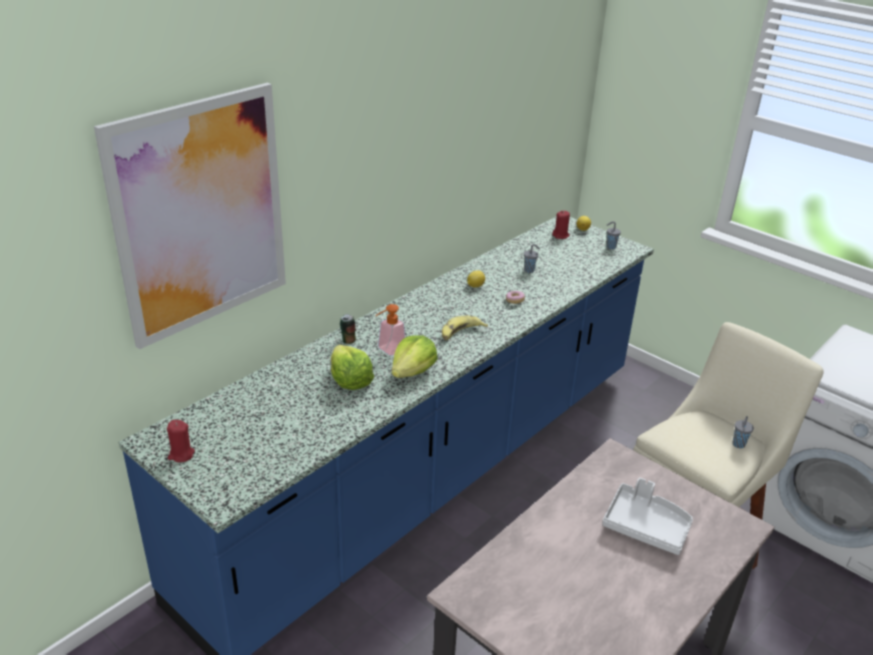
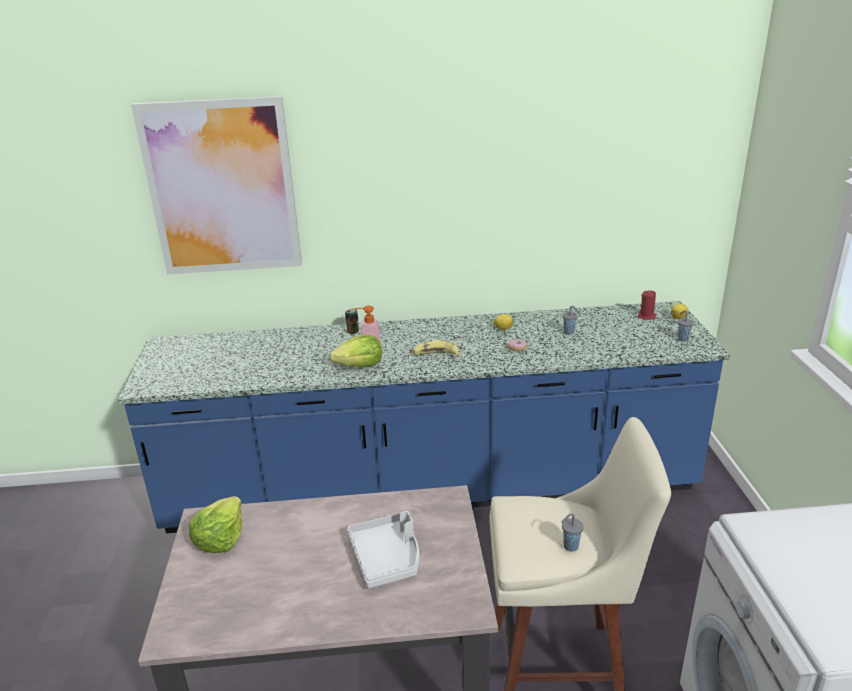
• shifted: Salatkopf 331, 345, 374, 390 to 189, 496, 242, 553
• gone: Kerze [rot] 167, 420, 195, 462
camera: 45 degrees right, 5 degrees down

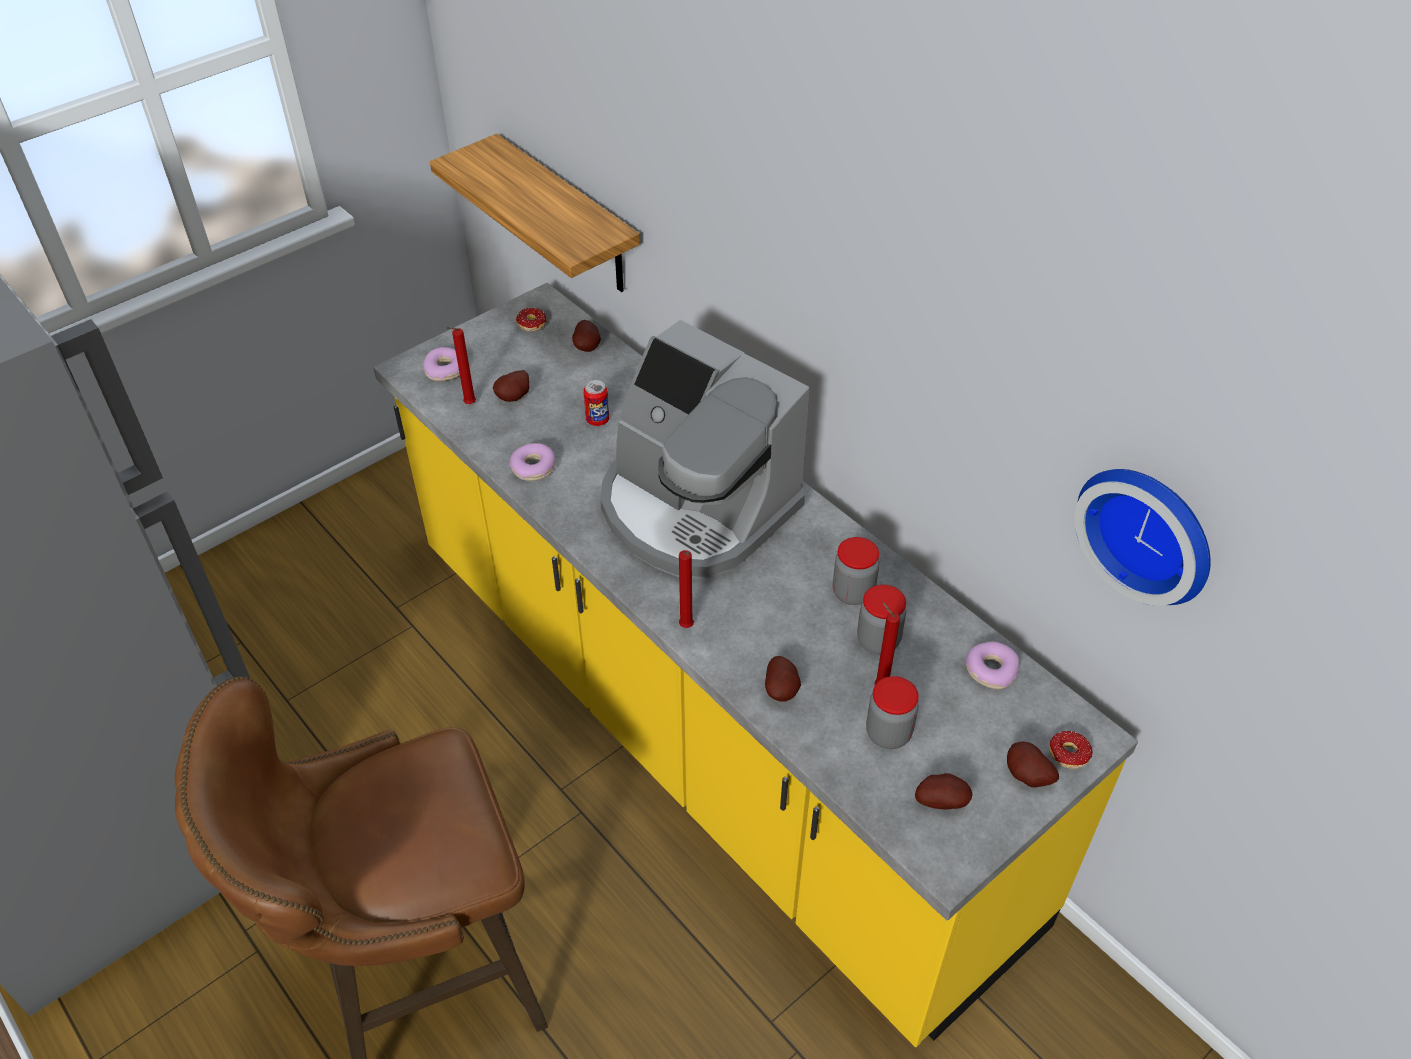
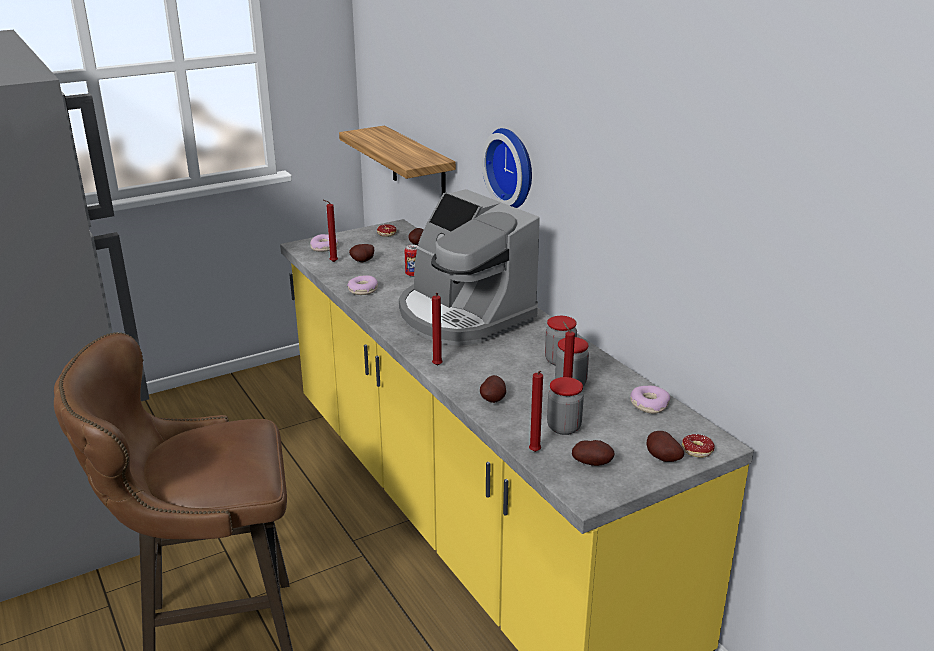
• shifted: Wanduhr 1074, 469, 1211, 606 to 482, 128, 532, 208
• new: Kerze [rot] 529, 371, 543, 452
camera: 10 degrees right, 20 degrees down

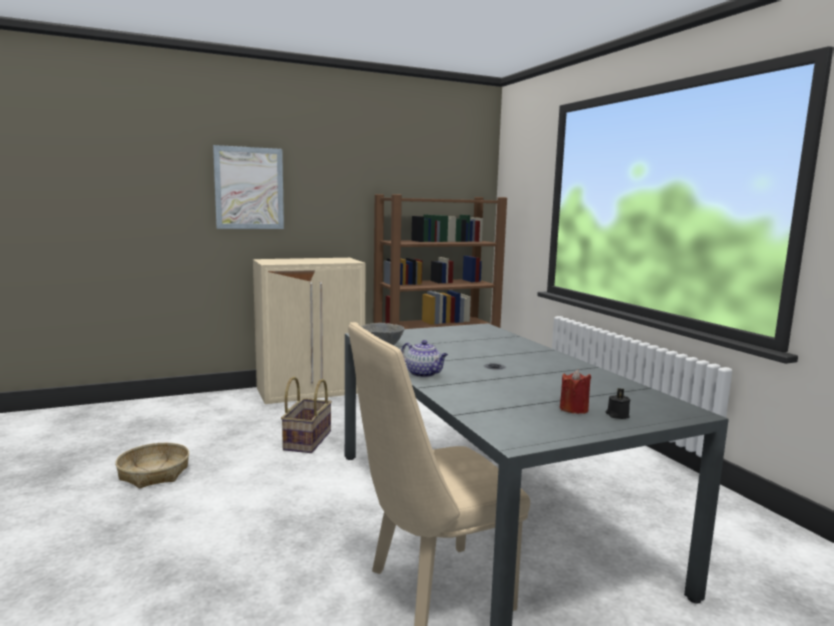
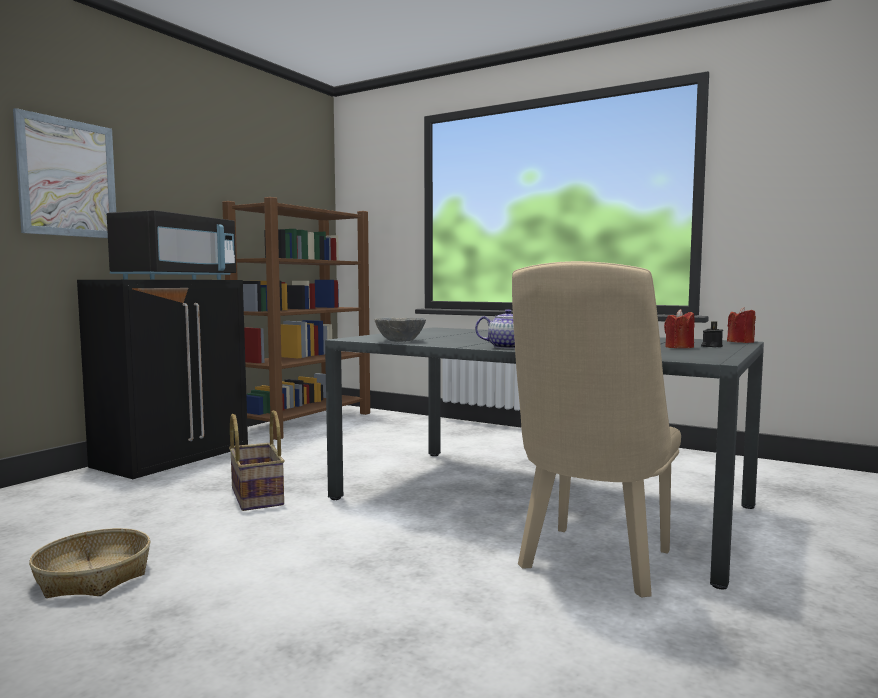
• repainted: Schrank [beige] 253, 258, 366, 404 to Schrank [schwarz] 77, 280, 248, 479
• new: Mikrowelle [schwarz] 107, 210, 236, 280
• new: Kerze [rot] 727, 307, 756, 343
camera: 35 degrees left, 5 degrees down

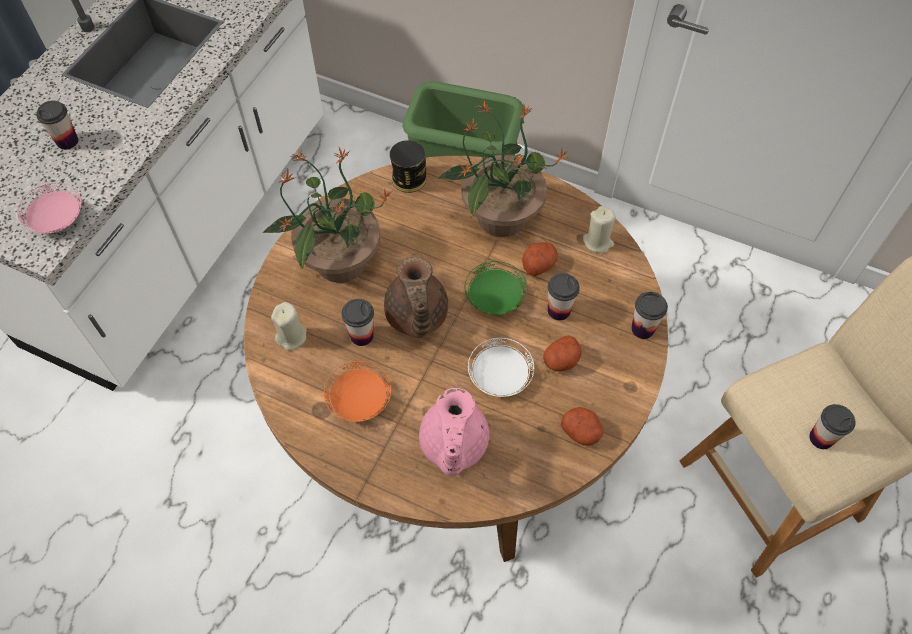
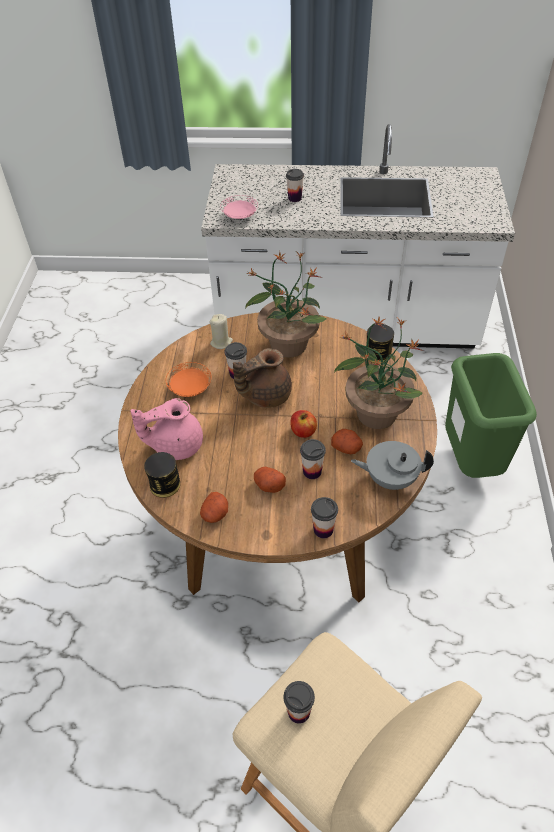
• swapped: Kerze [beige] 583, 206, 616, 253 to Teekanne [grau] 351, 441, 434, 490
• swapped: Teller [grün] 464, 261, 528, 315 to Apfel 290, 410, 317, 438
• gone: Teller [weiß] 468, 338, 534, 397
• new: Dose 144, 452, 180, 498
camera: 70 degrees right, 10 degrees down

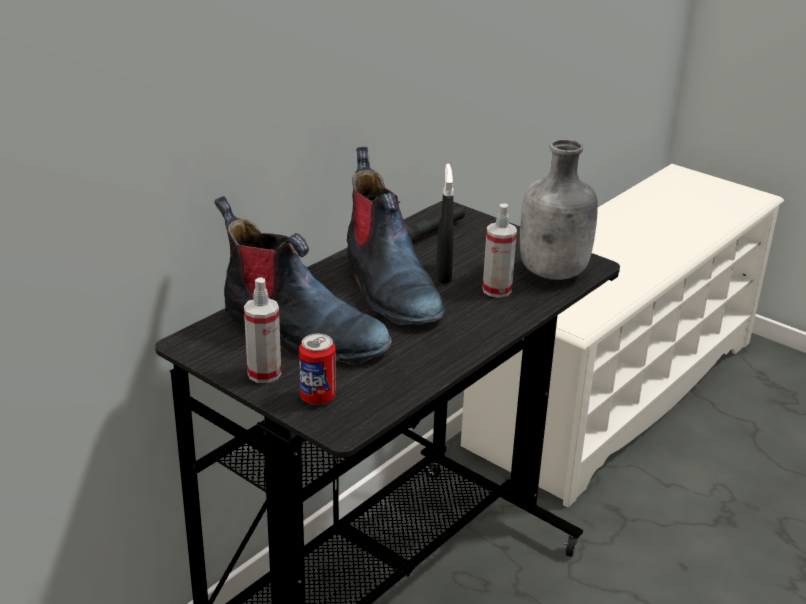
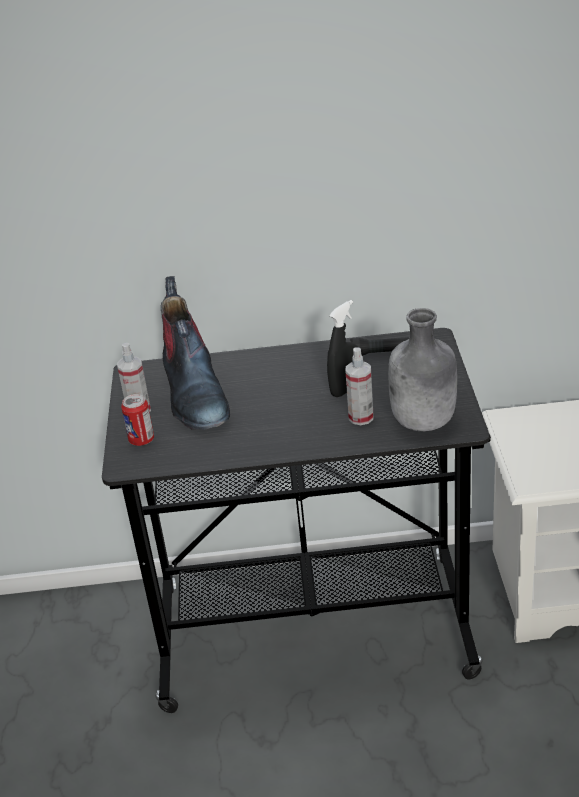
• gone: Stiefel 347, 147, 445, 325
camera: 50 degrees right, 5 degrees up

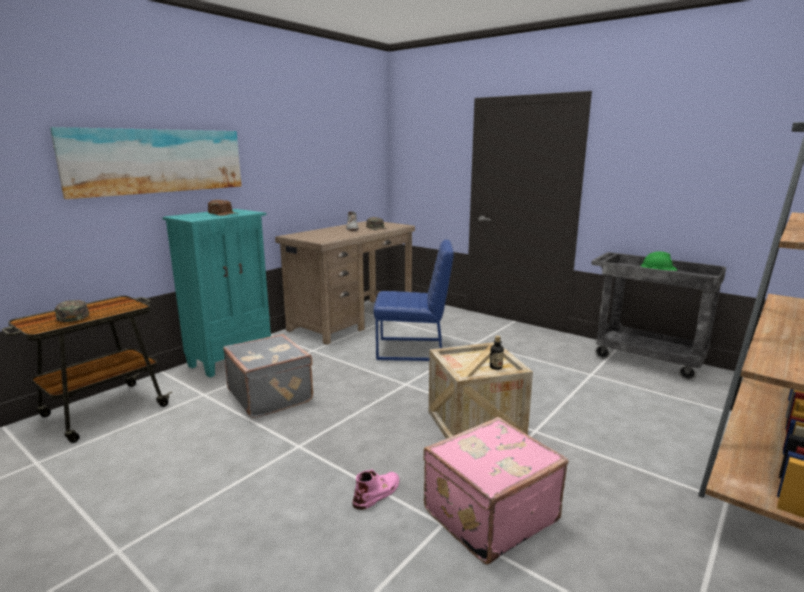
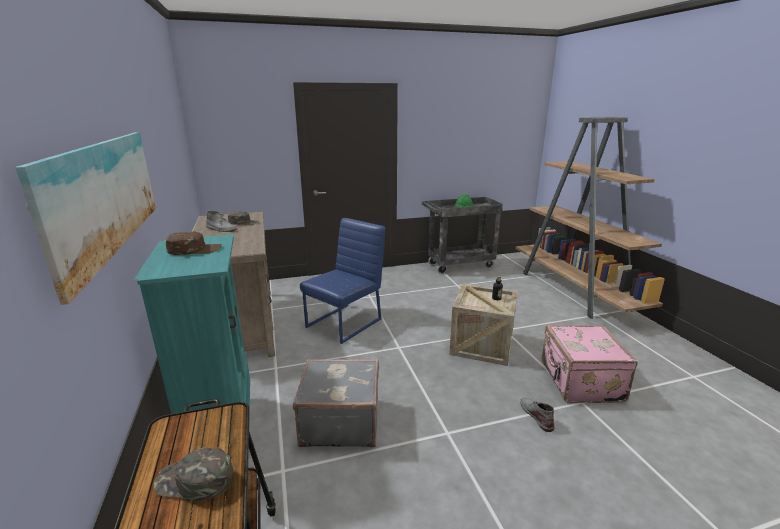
• repainted: Stiefel [rosa] 352, 469, 400, 510 to Stiefel [grau] 520, 397, 555, 432
camera: 55 degrees left, 5 degrees up

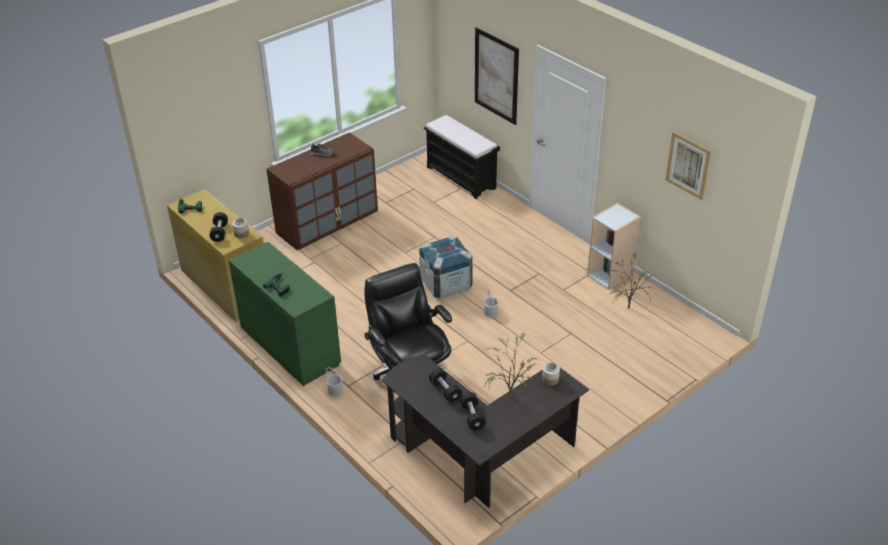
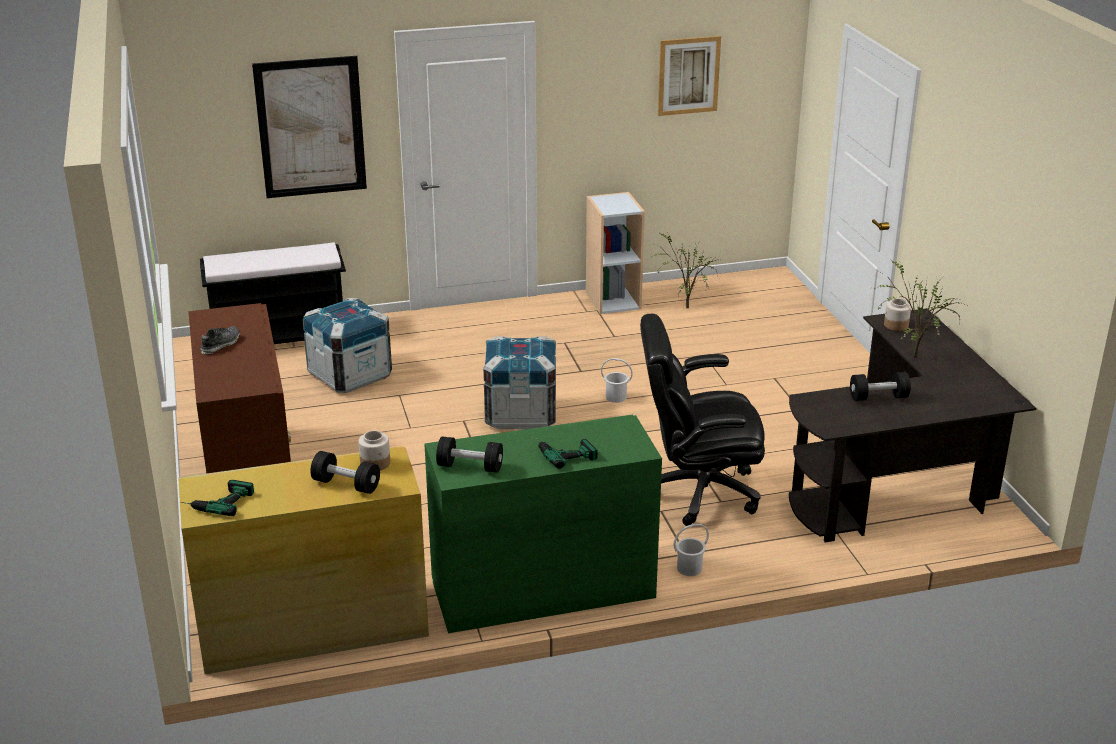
• shifted: Hantel [schwarz] 460, 392, 486, 430 to 436, 436, 503, 473
• new: Kiste 302, 298, 392, 393
camera: 65 degrees left, 10 degrees down

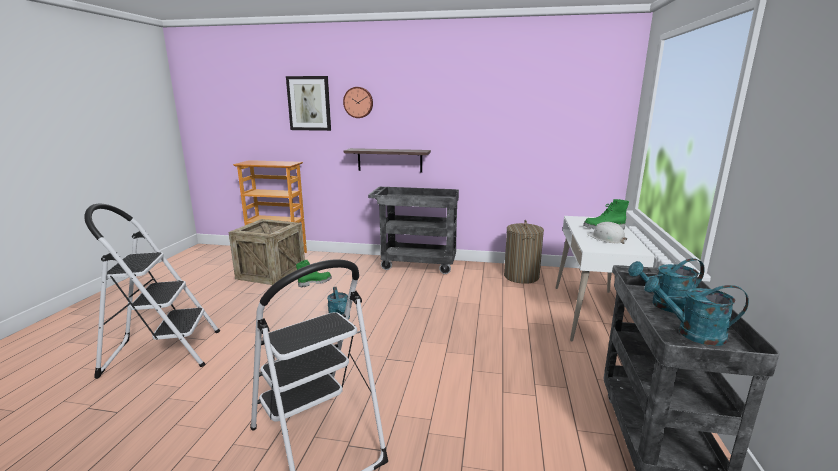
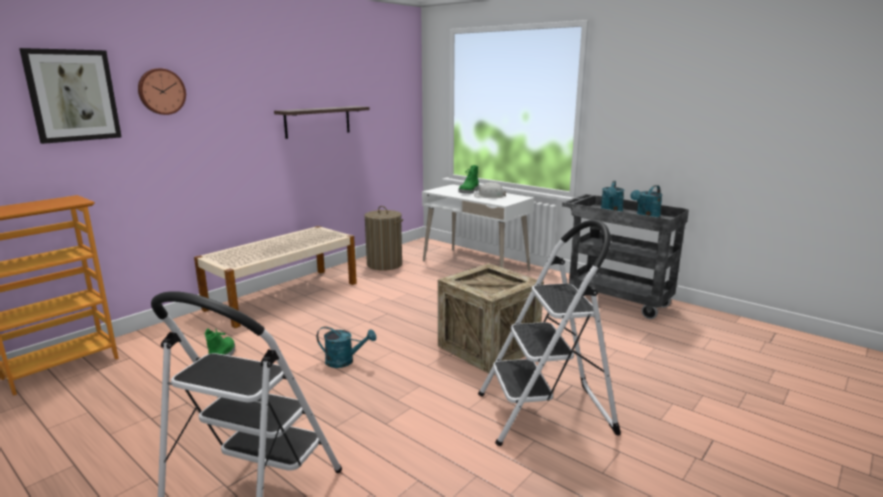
• shifted: Wandregal 344, 148, 431, 173 to 274, 106, 370, 139
• swapped: Rollwagen [schwarz] 368, 187, 459, 274 to Bank [beige] 194, 226, 357, 328
• shifted: Kiste 229, 219, 305, 285 to 438, 263, 544, 374
camera: 60 degrees left, 0 degrees up

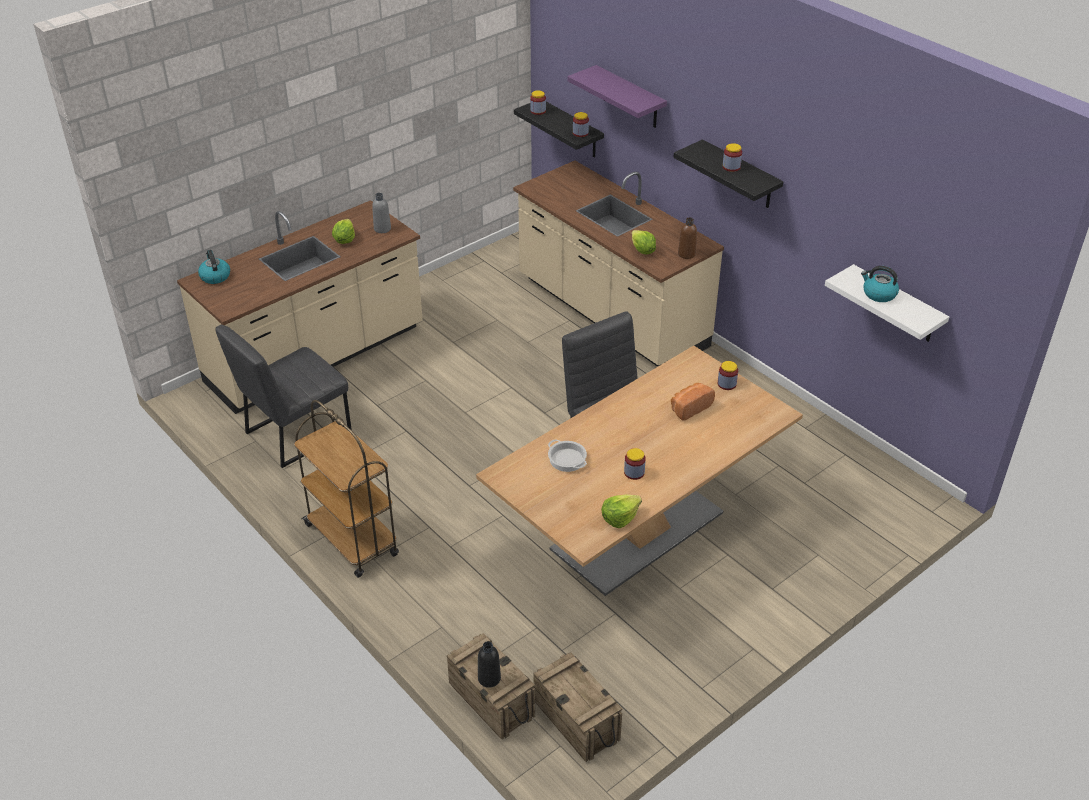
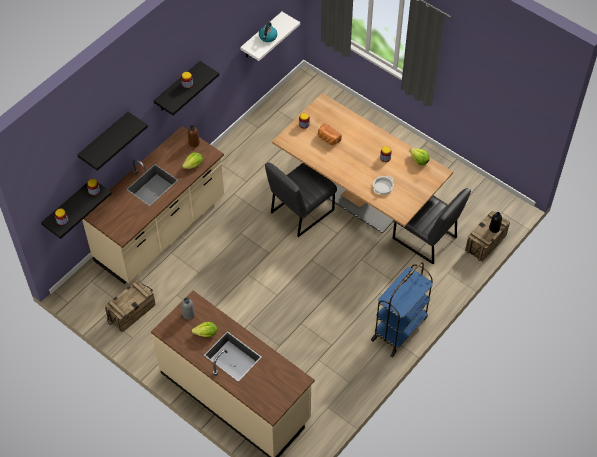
• repainted: Wandregal [lila] 568, 65, 667, 128 to Wandregal [schwarz] 77, 112, 148, 171
• gone: Wasserkessel 198, 250, 230, 284
• shifted: Stuhl [grau] 215, 325, 352, 468 to 393, 188, 471, 264
• repainted: Rollwagen [braun] 294, 400, 399, 578 to Rollwagen [blau] 371, 262, 433, 358
• shifted: Kiste 534, 652, 622, 762 to 105, 280, 156, 332
camera: 100 degrees left, 15 degrees up

